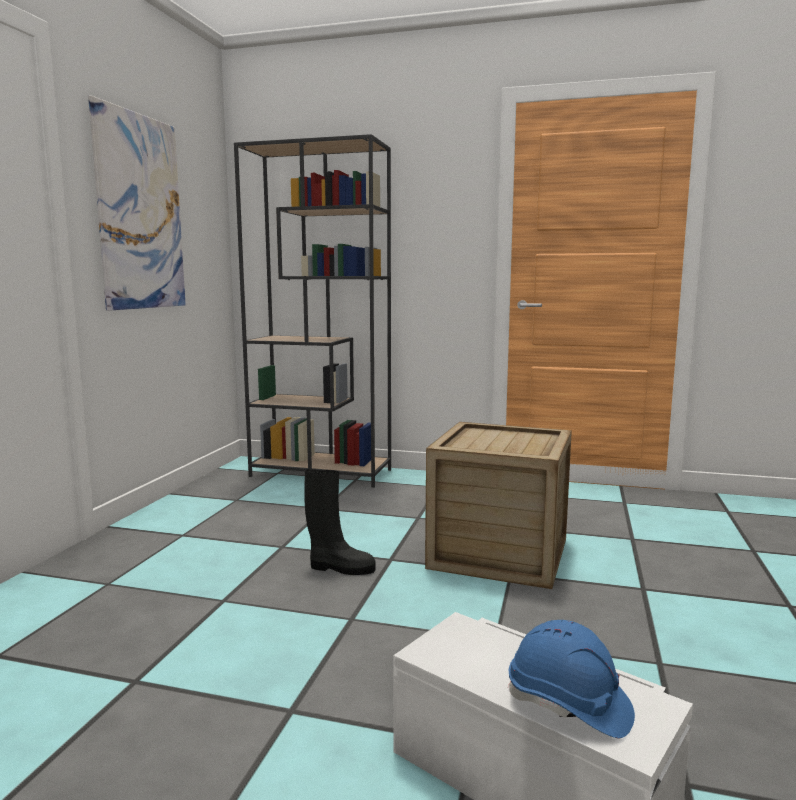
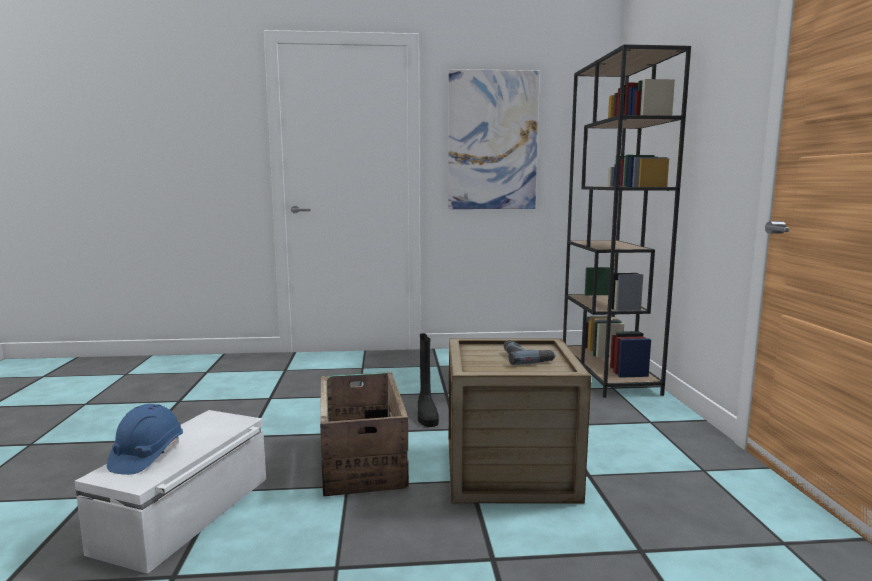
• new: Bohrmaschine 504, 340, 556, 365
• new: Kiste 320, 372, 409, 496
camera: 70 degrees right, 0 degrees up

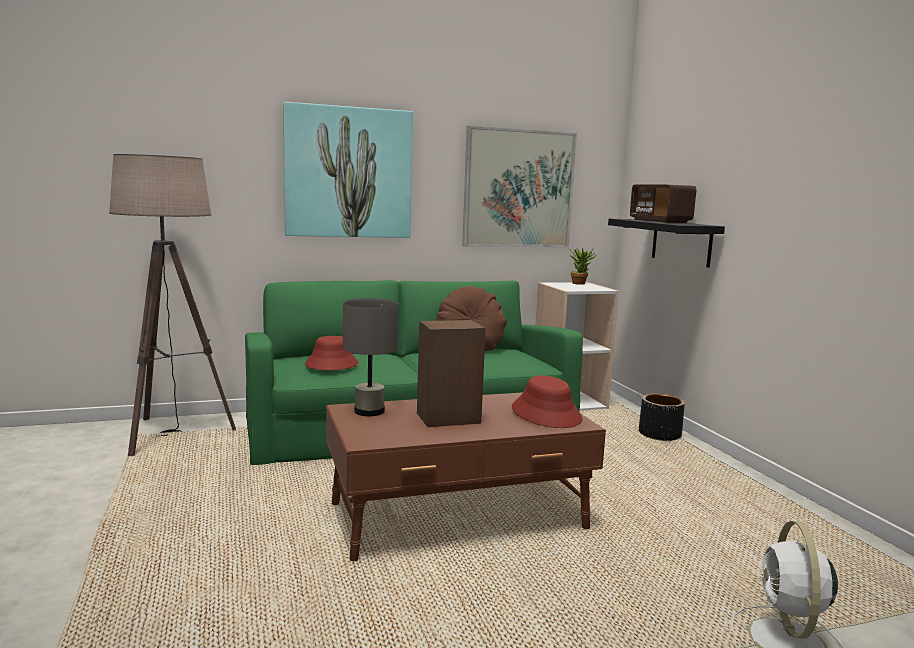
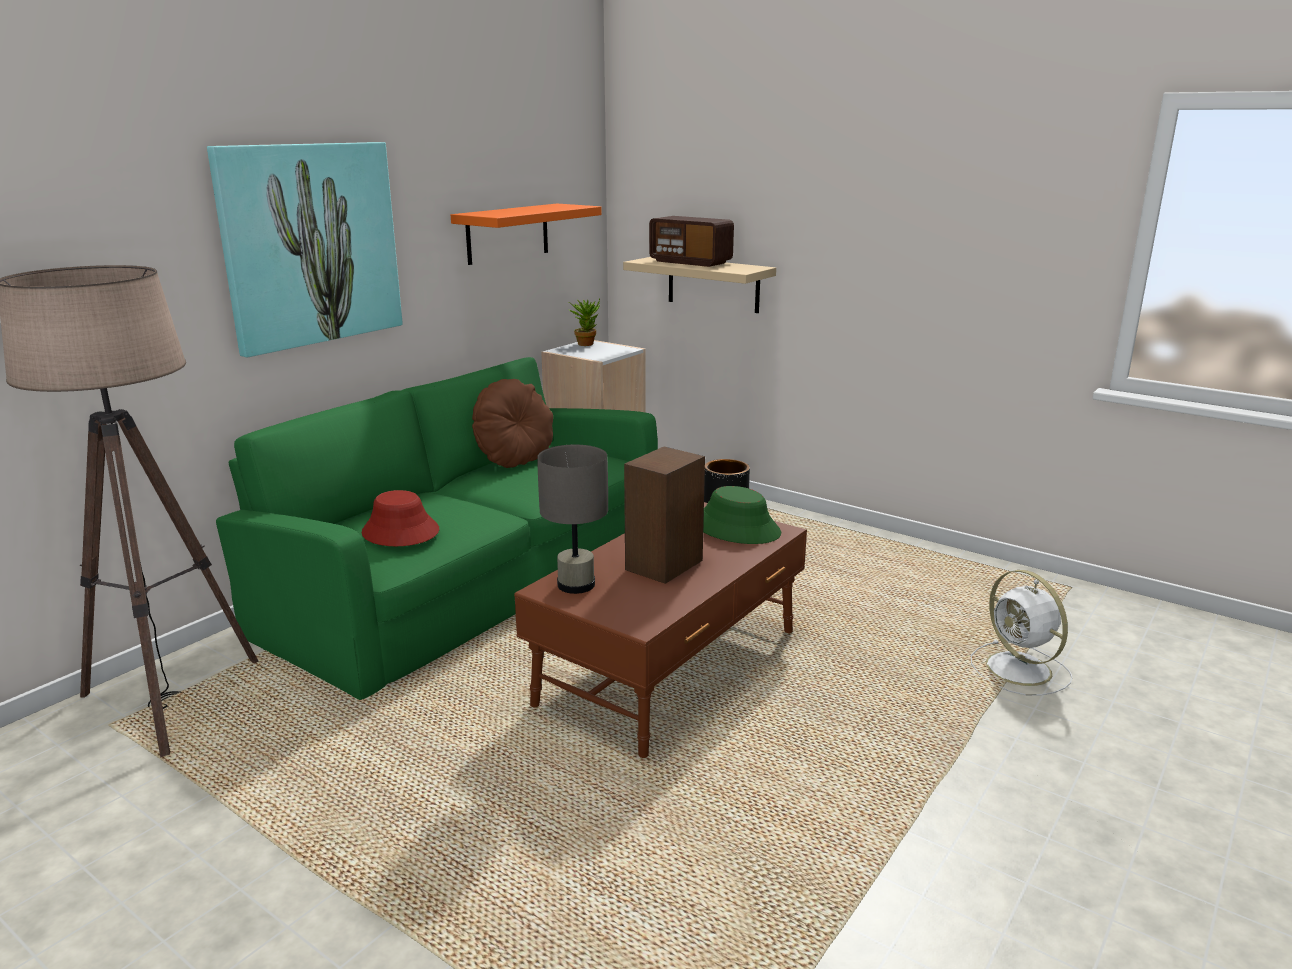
• swapped: Bild 462, 126, 577, 248 to Wandregal [orange] 451, 204, 602, 265
• repainted: Wandregal [schwarz] 608, 219, 725, 268 to Wandregal [beige] 623, 257, 776, 313
• repainted: Hut [rot] 512, 375, 582, 428 to Hut [grün] 703, 486, 781, 544
camera: 35 degrees left, 10 degrees up

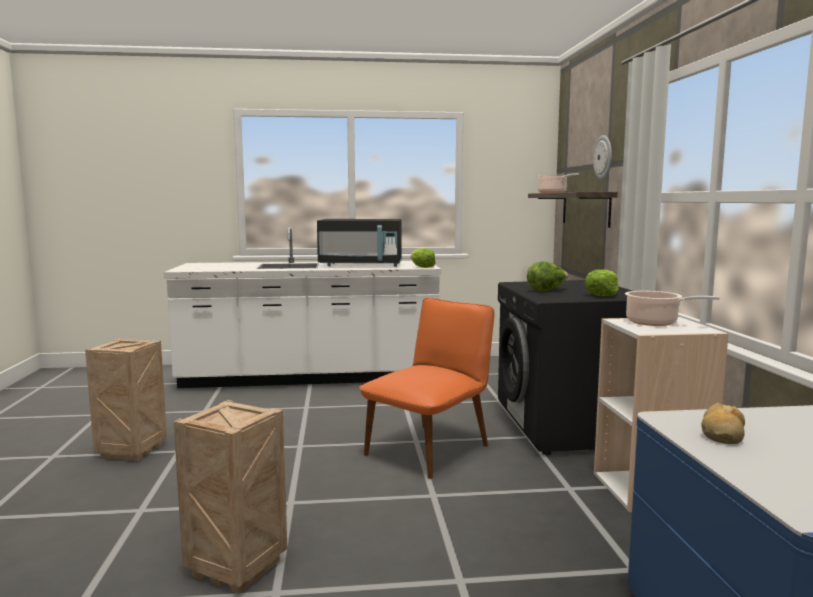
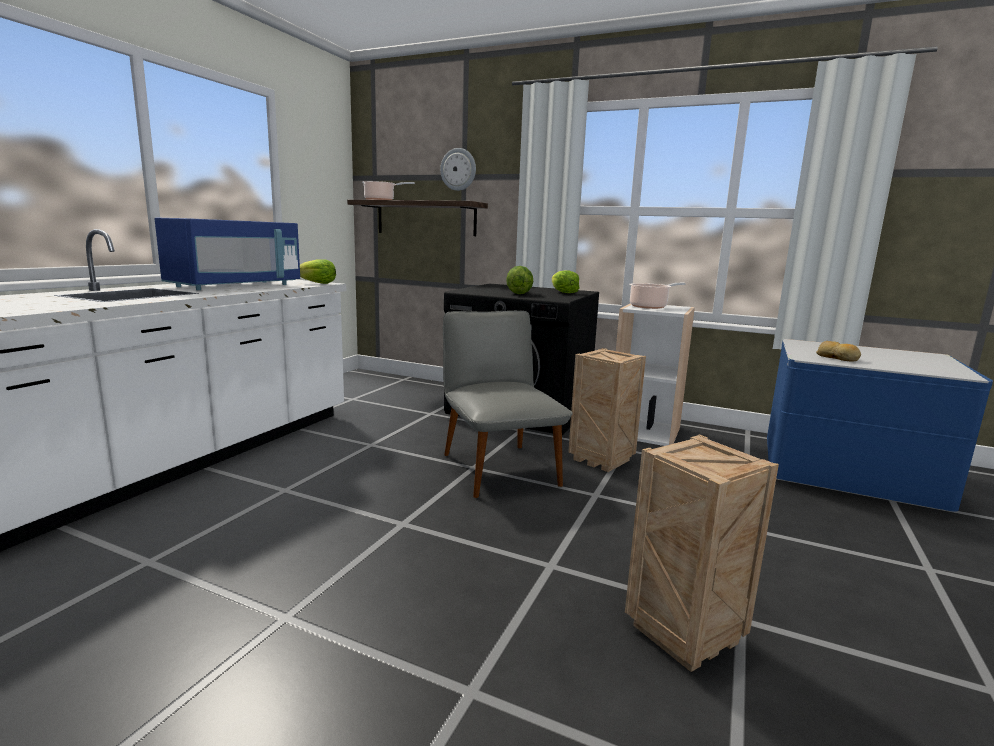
• repainted: Mikrowelle [schwarz] 317, 219, 402, 267 to Mikrowelle [blau] 155, 217, 300, 290
• repainted: Stuhl [orange] 359, 298, 494, 479 to Stuhl [grau] 443, 311, 573, 498
• shifted: Kiste 85, 338, 167, 461 to 568, 348, 646, 472
camera: 60 degrees left, 5 degrees up

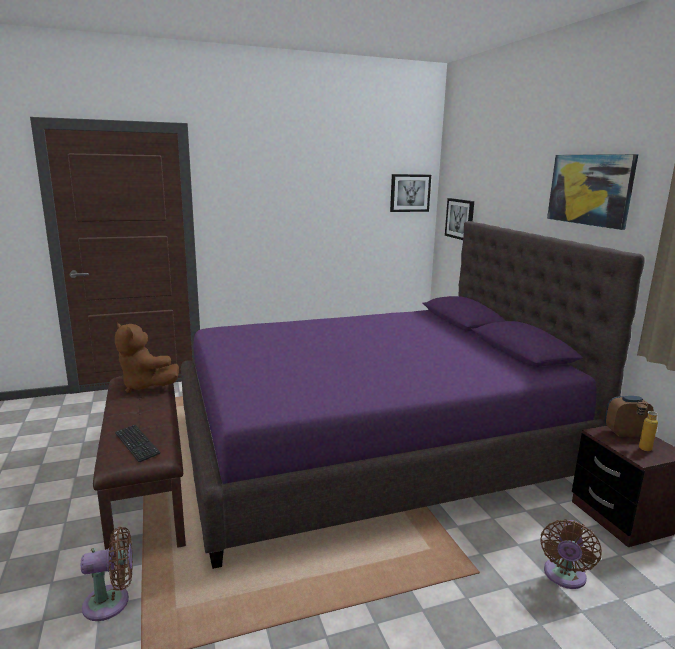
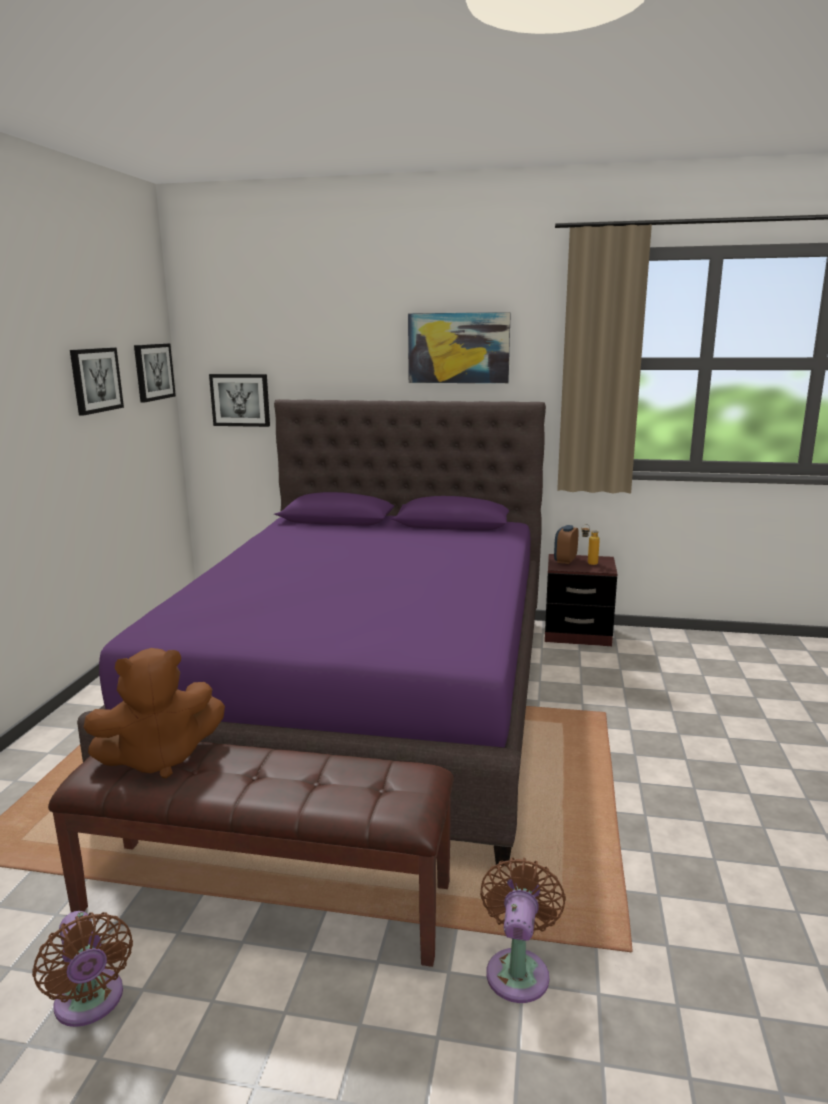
• gone: Tastatur 115, 425, 161, 463
• shifted: Ventilator [braun] 541, 519, 602, 589 to 32, 911, 133, 1027
• new: Bild 70, 347, 124, 415
camera: 60 degrees left, 0 degrees up

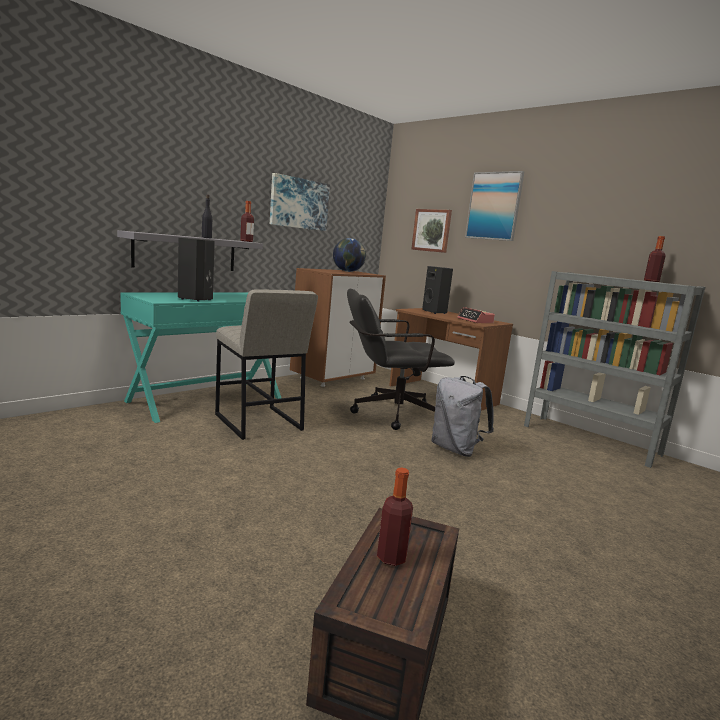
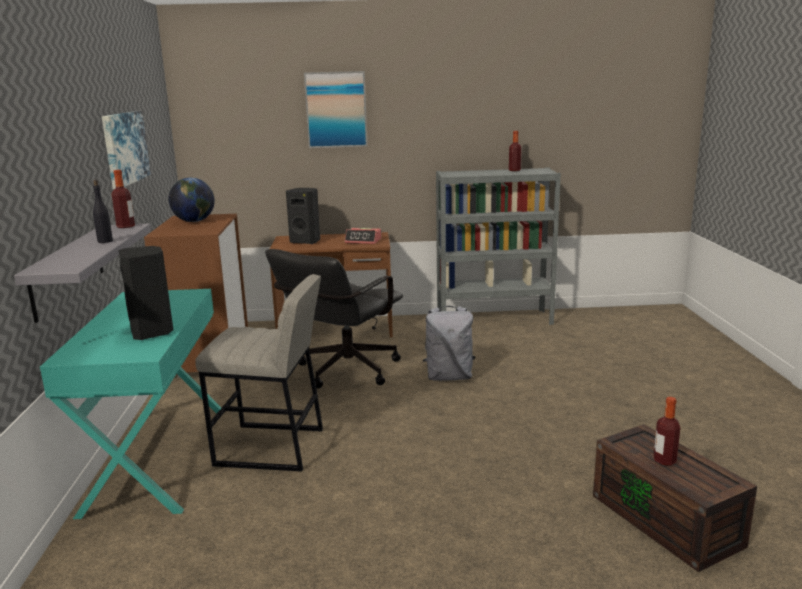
• gone: Bild 411, 209, 452, 253
camera: 45 degrees left, 5 degrees up

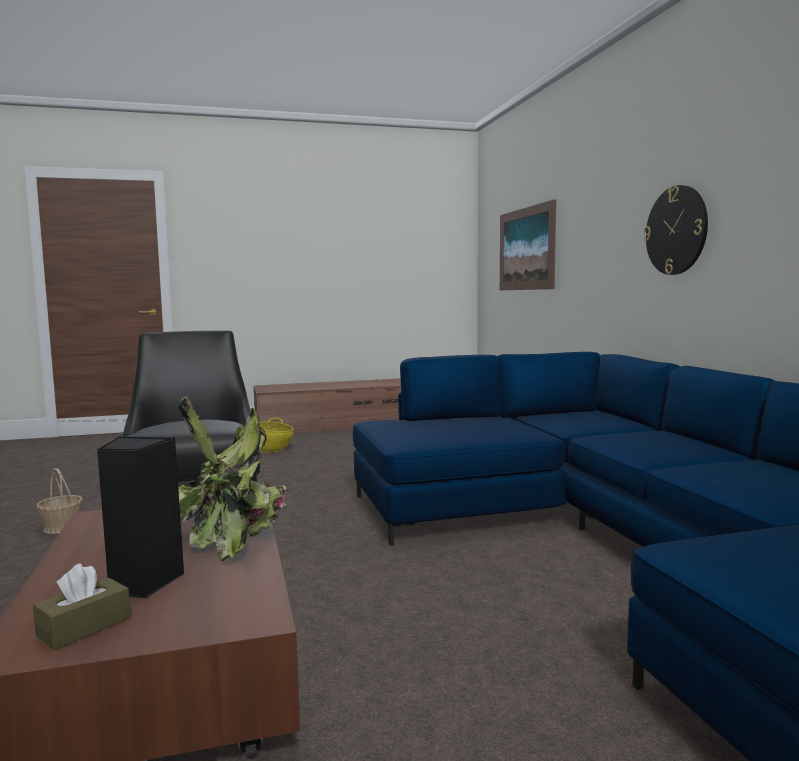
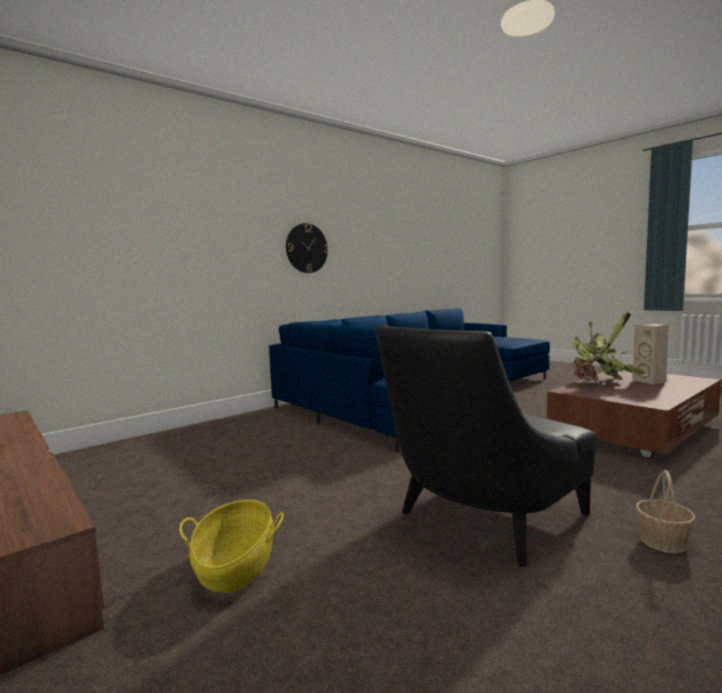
• gone: Bild 500, 199, 556, 290
• repainted: Lautsprecher [schwarz] 97, 436, 184, 598 to Lautsprecher [beige] 632, 324, 669, 385
• gone: Taschentuchbox [braun] 33, 563, 131, 650
camera: 115 degrees left, 0 degrees up

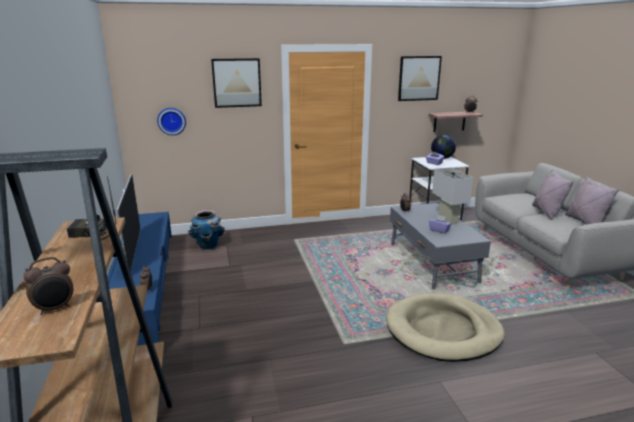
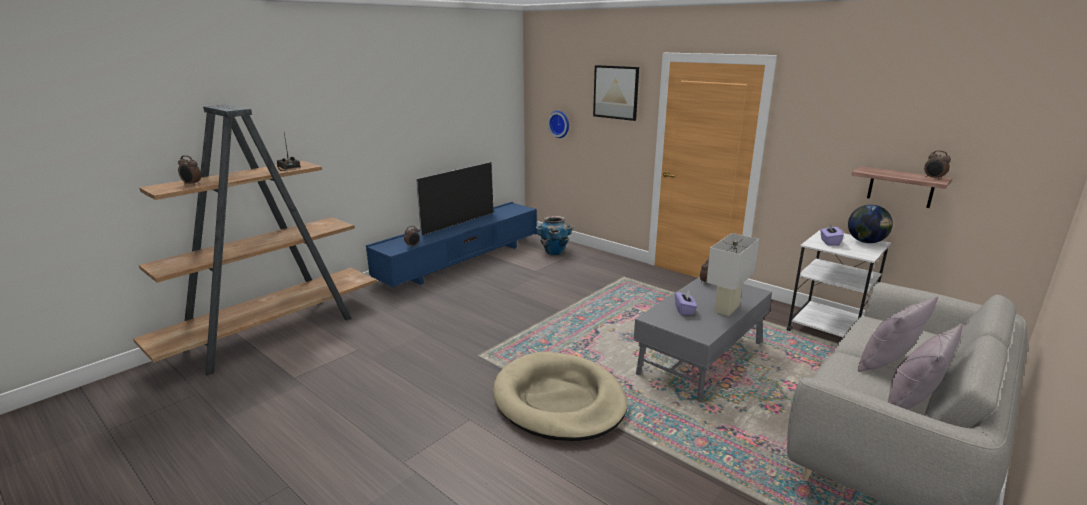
• gone: Bild 398, 56, 442, 101
camera: 55 degrees right, 0 degrees up

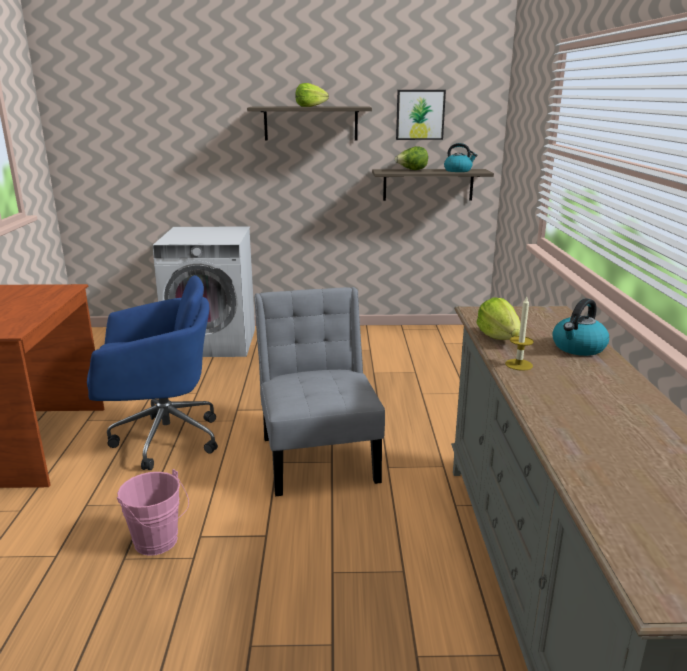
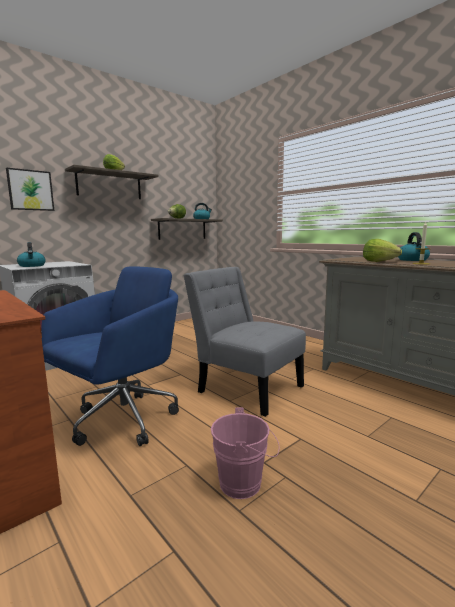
• shifted: Bild 396, 90, 446, 140 to 6, 168, 54, 211
• new: Wasserkessel 17, 242, 46, 267
camera: 40 degrees left, 10 degrees down

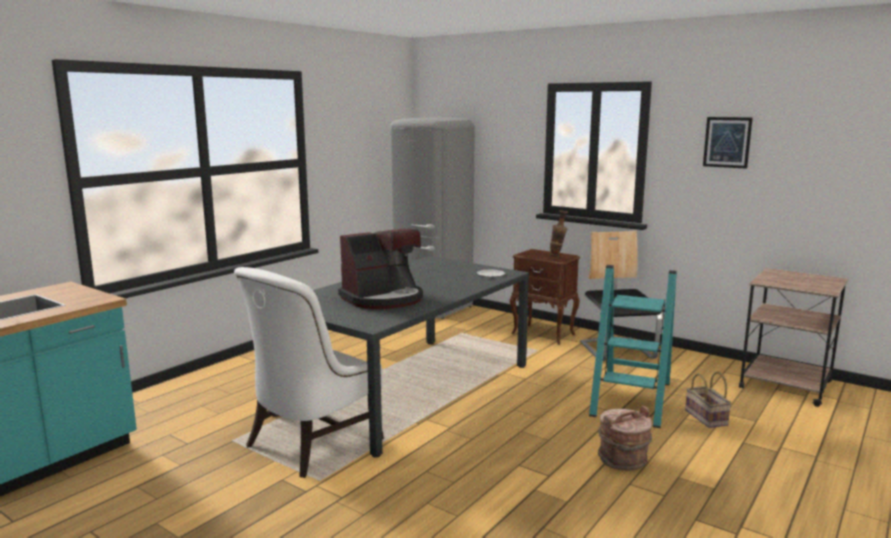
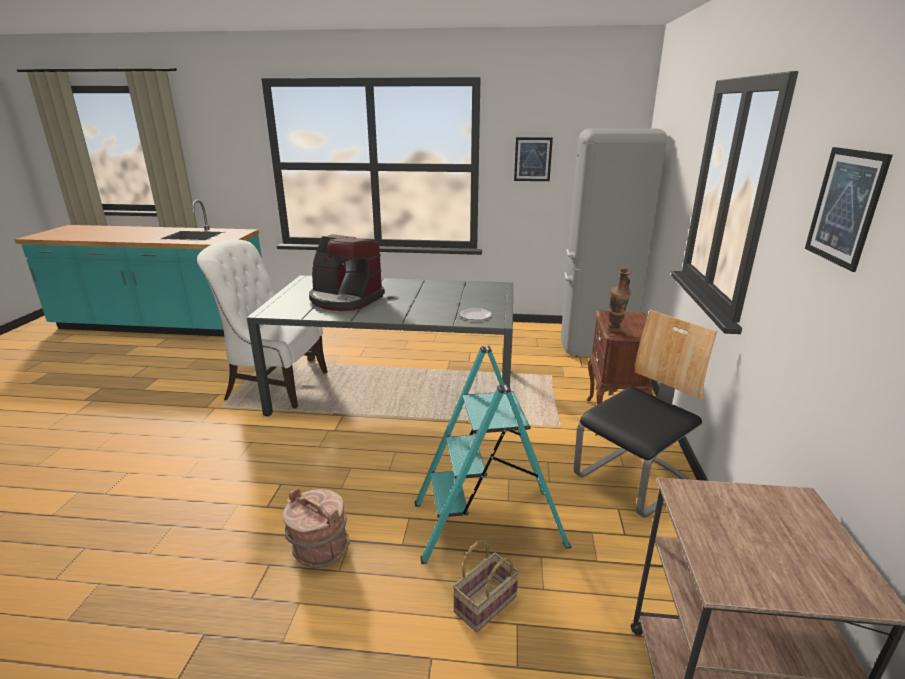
• new: Bild 514, 137, 553, 181
camera: 60 degrees right, 10 degrees up

